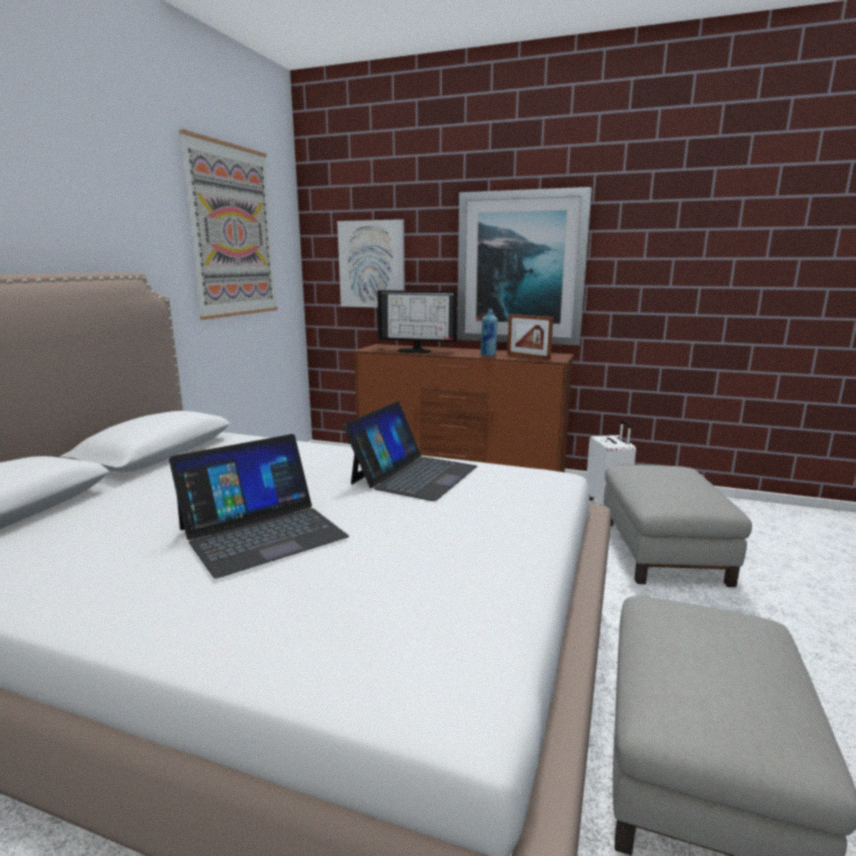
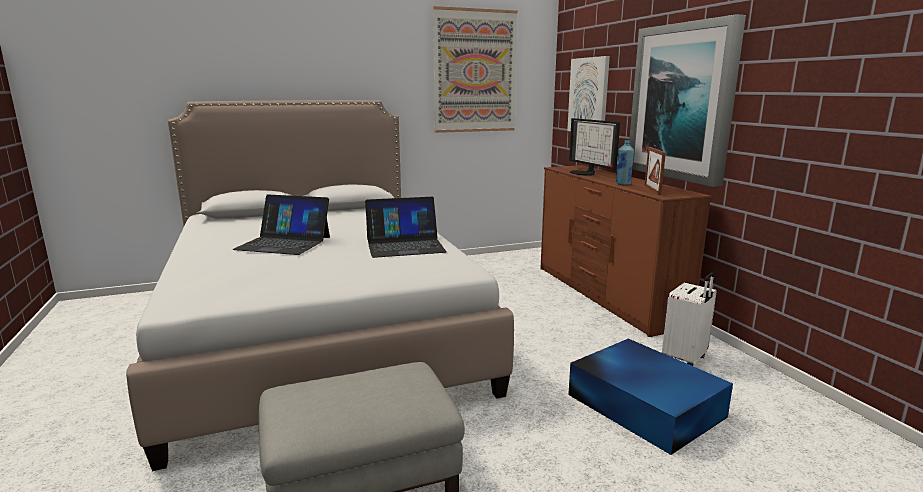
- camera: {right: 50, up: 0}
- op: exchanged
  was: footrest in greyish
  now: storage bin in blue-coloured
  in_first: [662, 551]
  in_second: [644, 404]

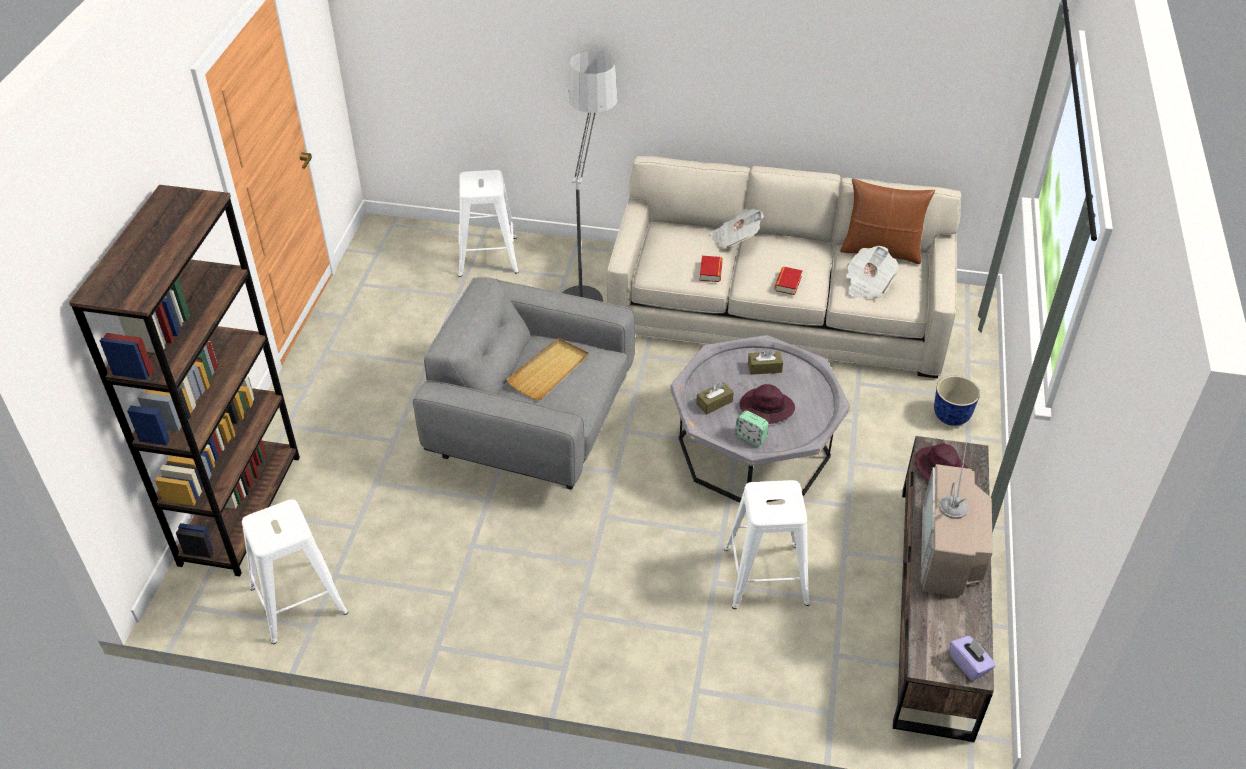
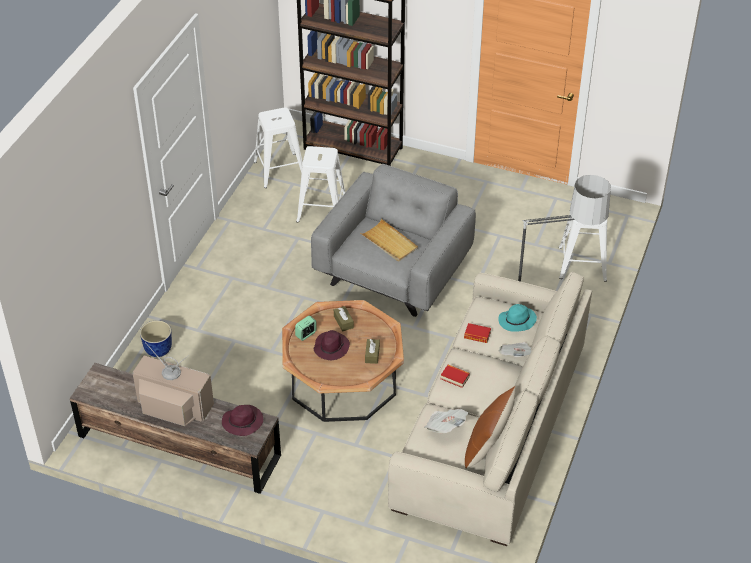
- camera: {right: 100, up: 0}
- op: colour
  was: coffee table in greyish
  now: coffee table in brownish
  in_first: [753, 448]
  in_second: [343, 381]
- op: relocated
  was: sitting stool in whitish
  in_first: [766, 574]
  in_second: [322, 209]
- op: relocated
  was: planter
  in_first: [951, 416]
  in_second: [159, 350]
- op: missing
  was: box of tissues in purple
  in_first: [969, 664]
- op: appeared
  now: wearable hat in turquoise
  in_second: [516, 321]

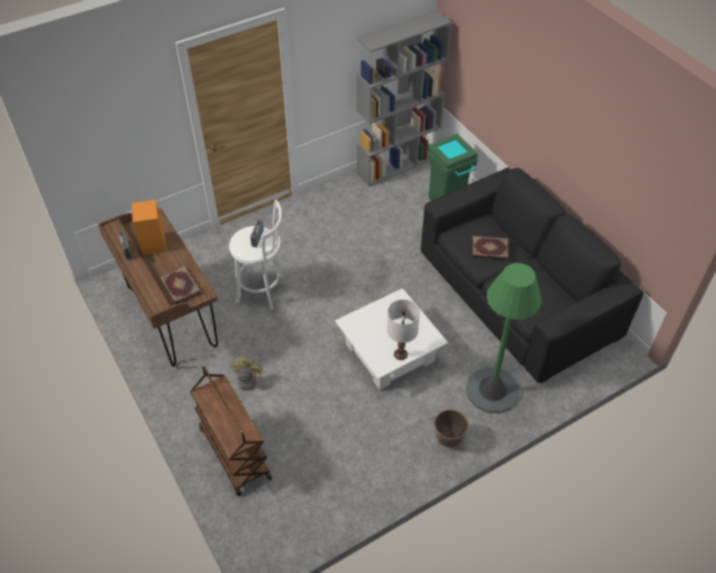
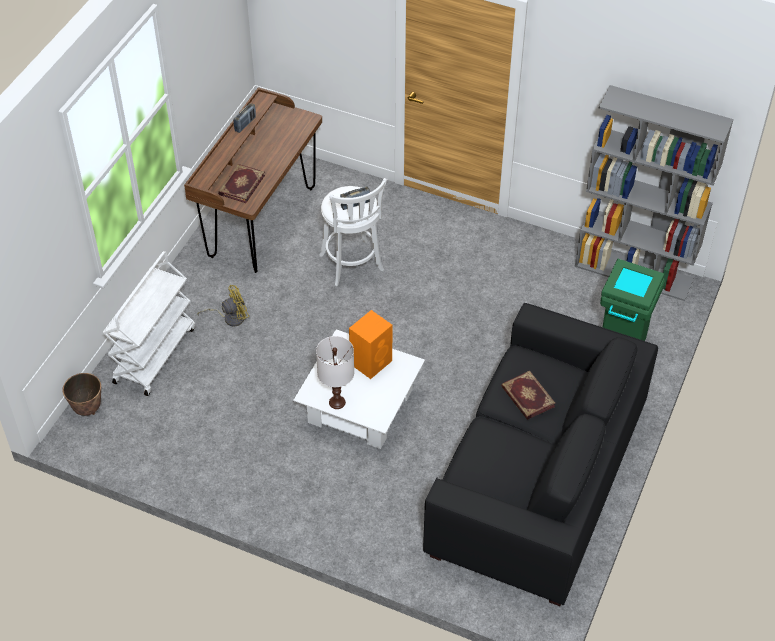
- camera: {right: 55, up: 0}
- op: relocated
  was: audio speaker in orange-coloured
  in_first: [153, 243]
  in_second: [371, 361]
- op: colour
  was: wheeled cart in brownish
  now: wheeled cart in whitish
  in_first: [234, 452]
  in_second: [154, 354]
- op: relocated
  was: planter
  in_first: [448, 439]
  in_second: [87, 409]
- op: missing
  was: floor lamp in green
  in_first: [492, 390]

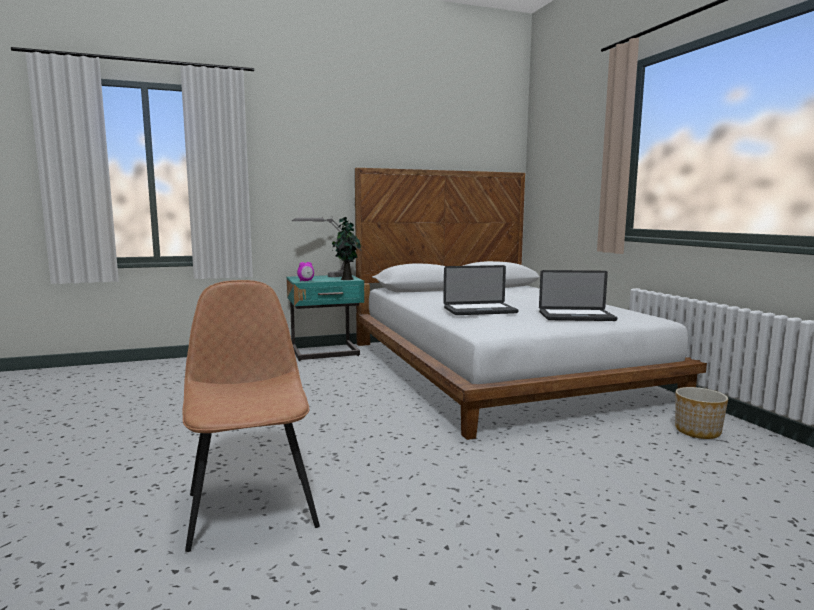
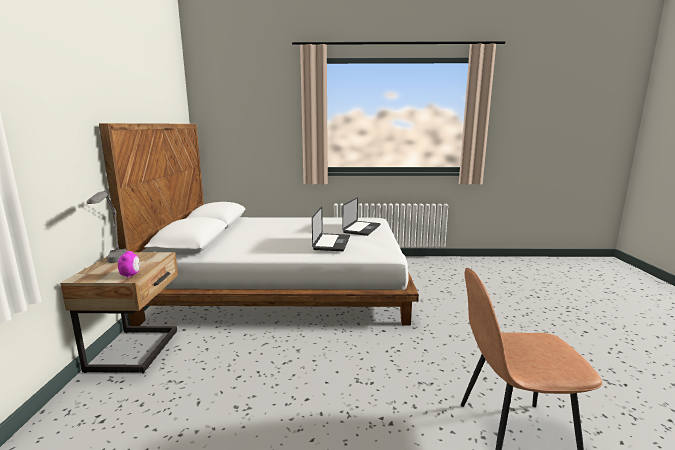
- camera: {right: -70, up: 5}
- op: colour
  was: nightstand in turquoise
  now: nightstand in sand-coloured
  in_first: [326, 353]
  in_second: [137, 350]
- op: missing
  was: plant in a pot
  in_first: [346, 279]
- op: missing
  was: planter
  in_first: [697, 432]

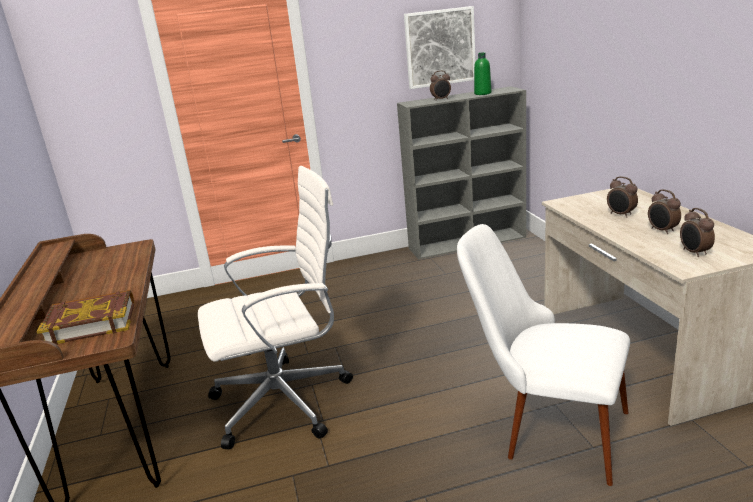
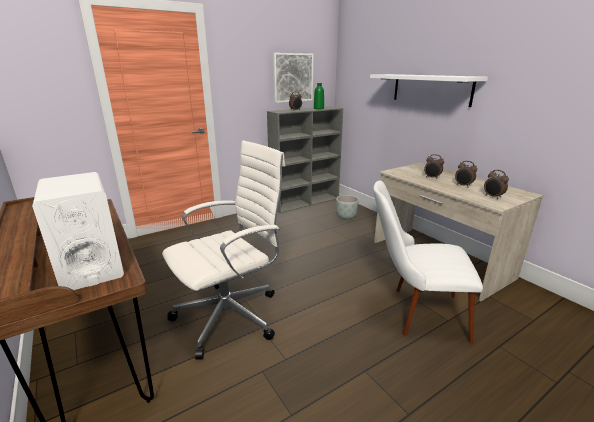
- camera: {right: -20, up: 0}
- op: exchanged
  was: volume
  now: audio speaker in whitish
  in_first: [91, 323]
  in_second: [91, 267]
- op: appeared
  now: planter in greyish
  in_second: [346, 217]
- op: appeared
  now: bracket shelf in whitish
  in_second: [431, 89]

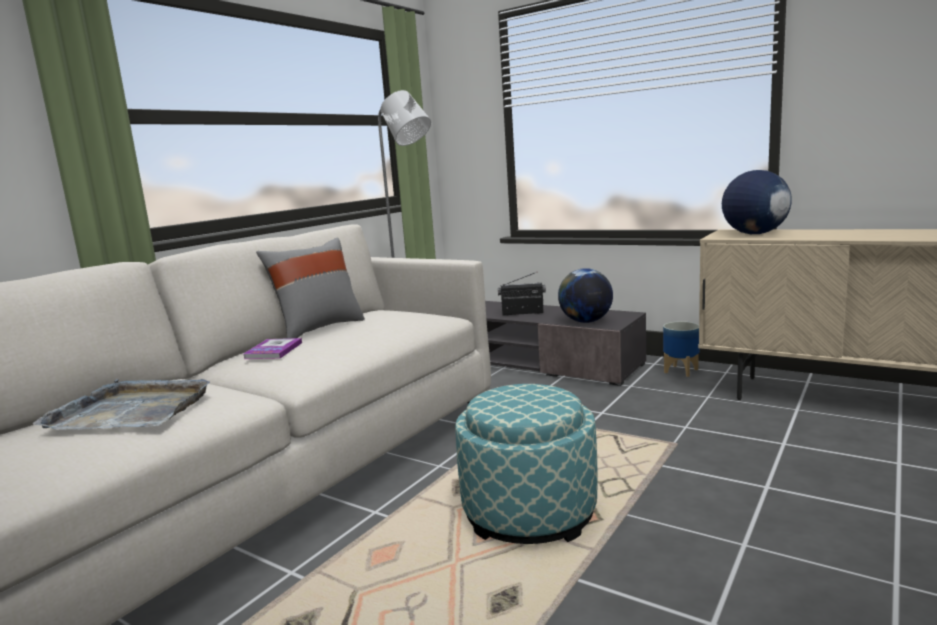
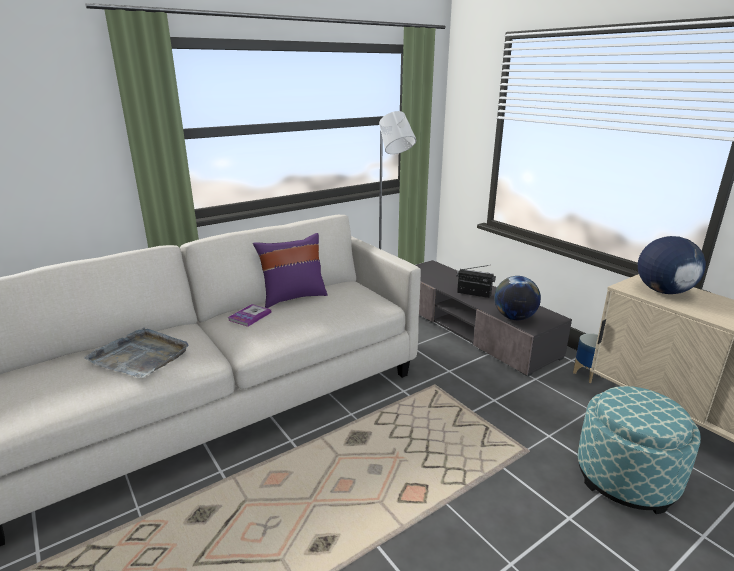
- camera: {right: 20, up: 10}
- op: colour
  was: pillow in greyish
  now: pillow in purple
  in_first: [318, 328]
  in_second: [293, 297]
- op: relocated
  was: footrest
  in_first: [529, 513]
  in_second: [626, 478]

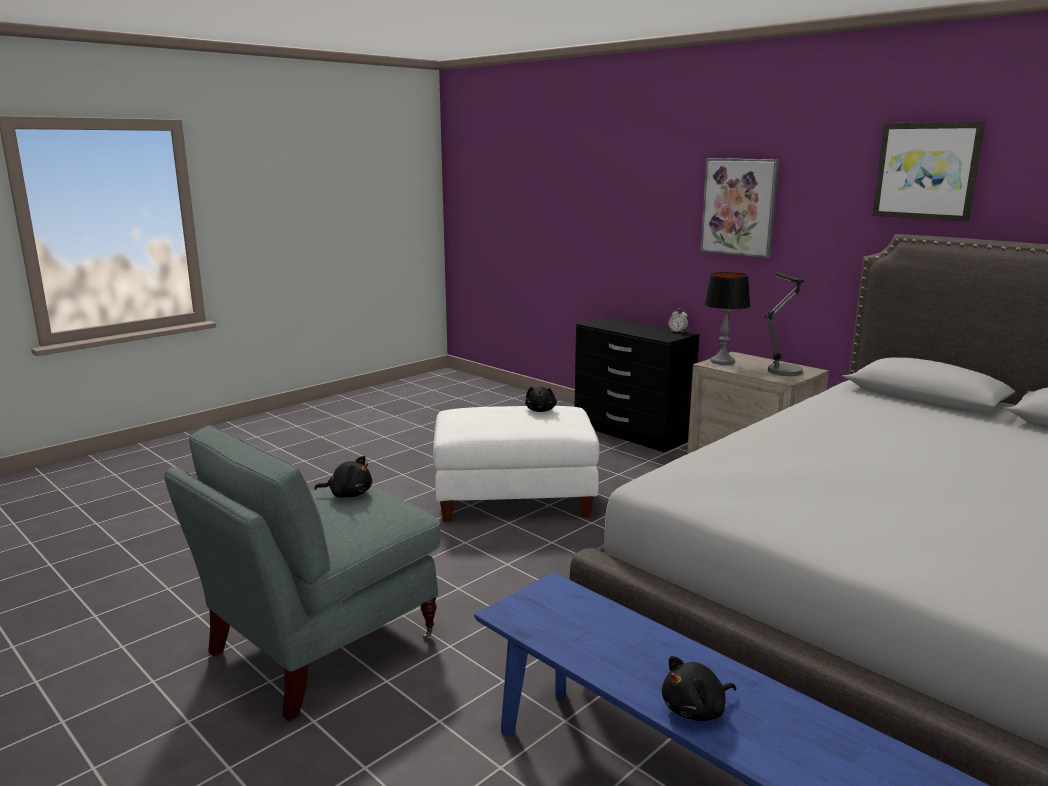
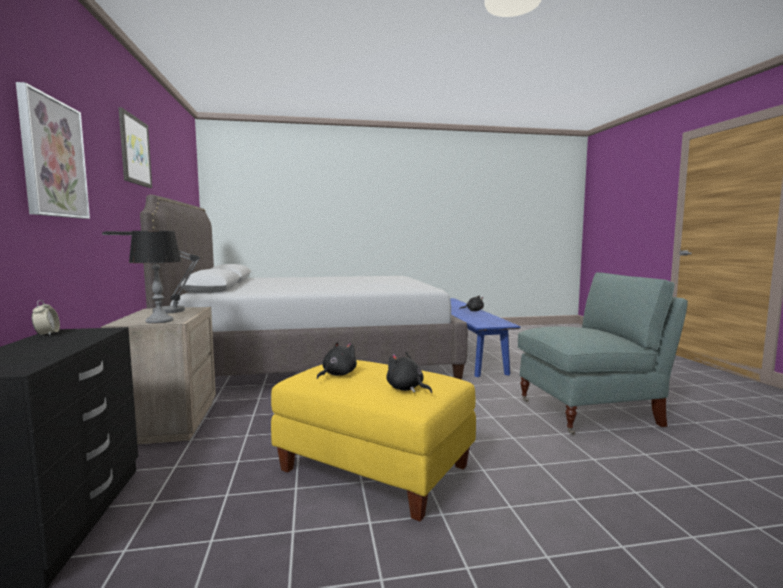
- camera: {right: -145, up: -10}
- op: relocated
  was: soft toy in black-coloured
  in_first: [348, 494]
  in_second: [406, 389]
- op: colour
  was: footrest in whitish
  now: footrest in yellow
  in_first: [515, 498]
  in_second: [373, 468]

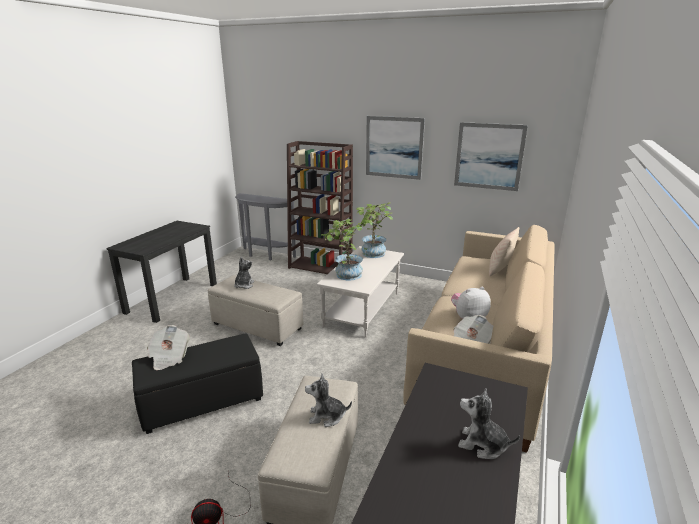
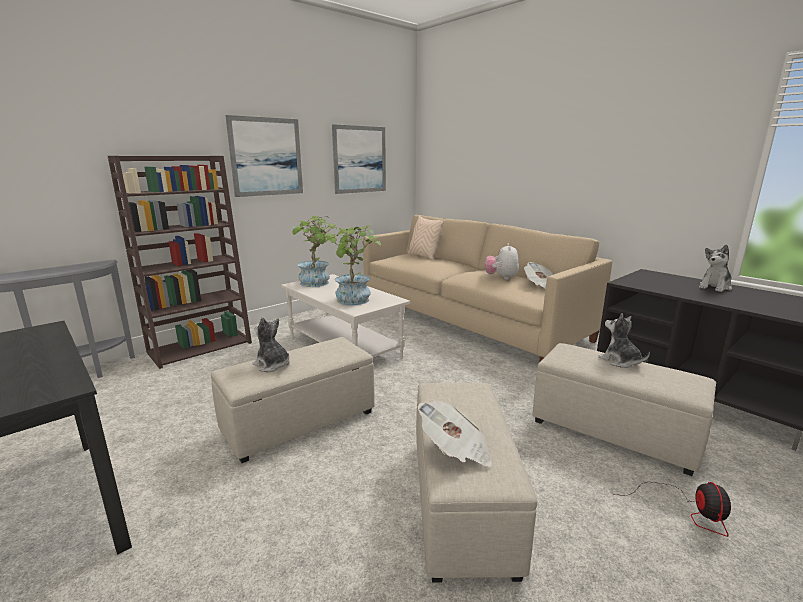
- camera: {right: -65, up: -5}
- op: colour
  was: footrest in black-coloured
  now: footrest in sand-coloured
  in_first: [201, 402]
  in_second: [462, 503]
- op: spun
  was: soft toy
  in_first: [327, 416]
  in_second: [620, 361]
  clockwise: 120

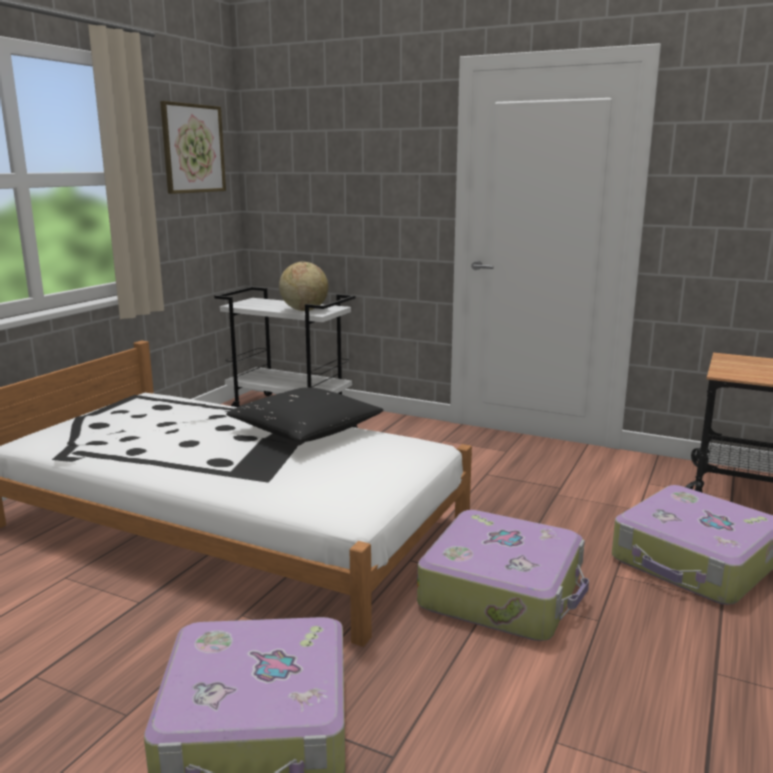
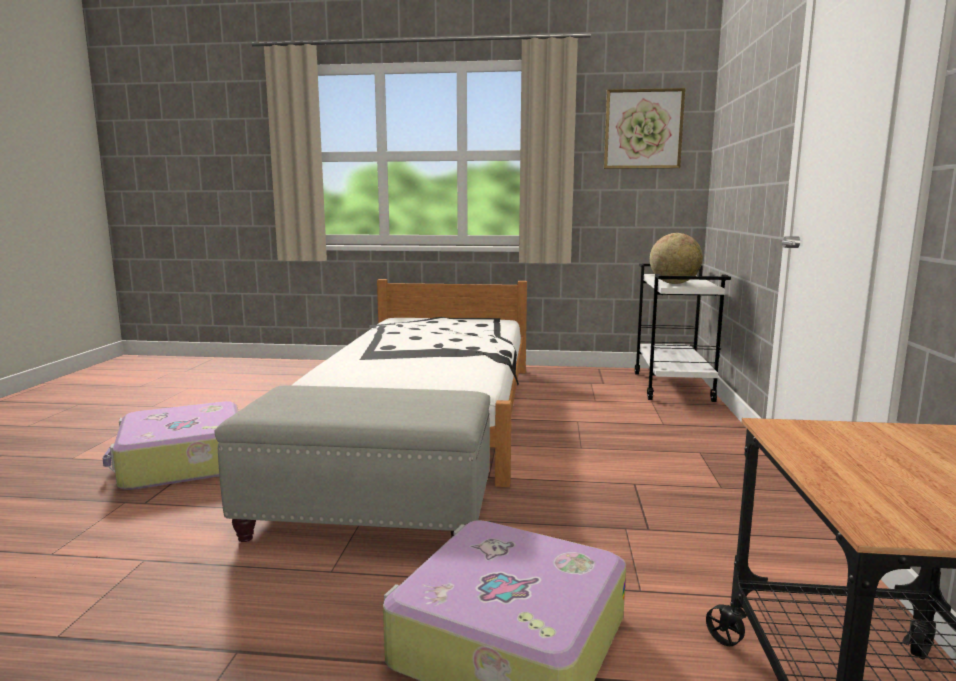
- camera: {right: 70, up: -5}
- op: missing
  was: pillow in black-coloured
  in_first: [305, 430]
- op: exchanged
  was: piece of luggage
  now: footrest in greyish
  in_first: [503, 592]
  in_second: [369, 518]

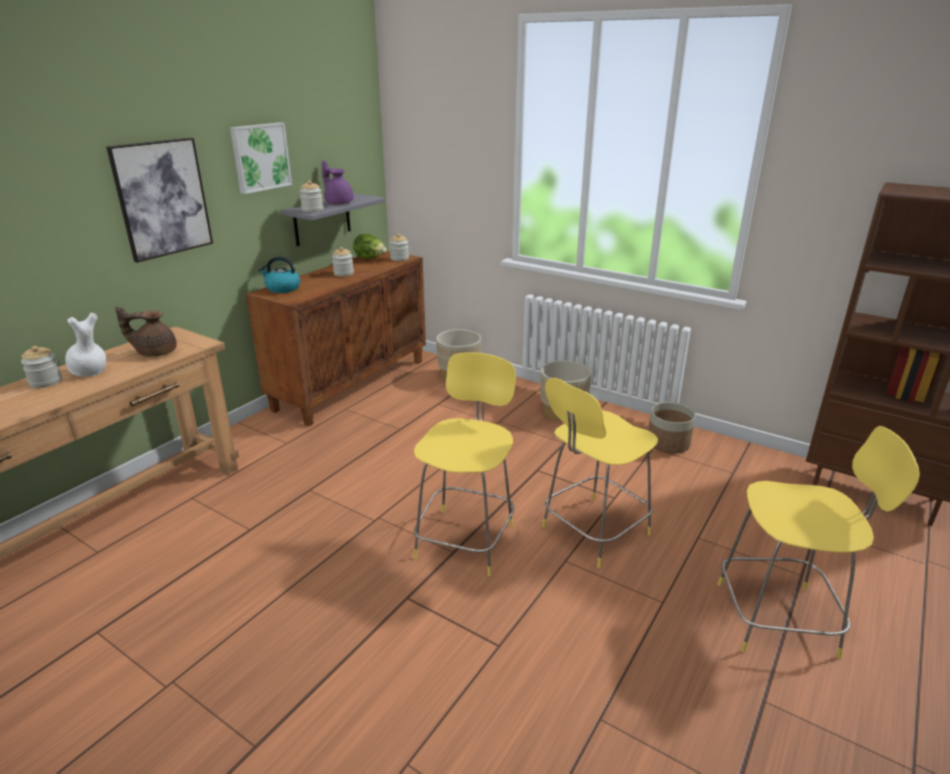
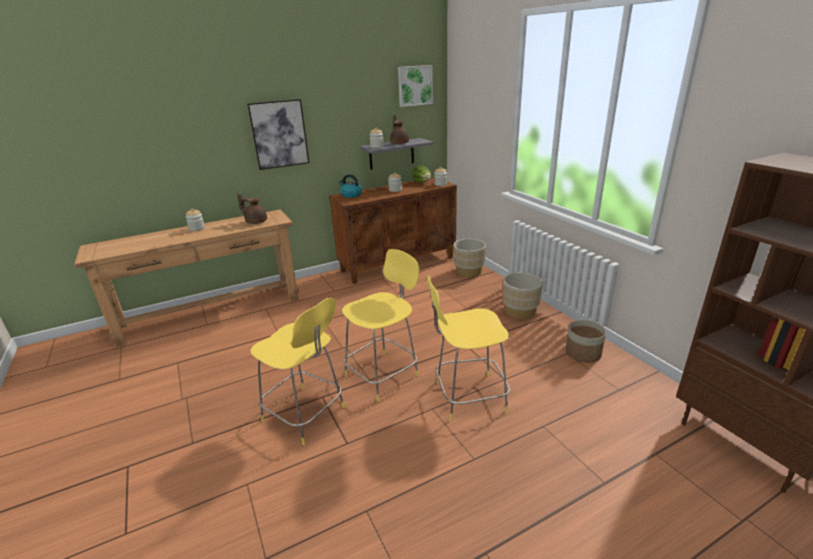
- camera: {right: 30, up: 0}
- op: missing
  was: decorative vase in whitish
  in_first: [90, 373]
- op: relocated
  was: wall art
  in_first: [260, 157]
  in_second: [414, 85]
- op: colour
  was: pot for tea in purple
  now: pot for tea in brownish
  in_first: [338, 202]
  in_second: [399, 143]
- op: relocated
  was: sitting stool in yellow
  in_first: [780, 619]
  in_second: [306, 415]

